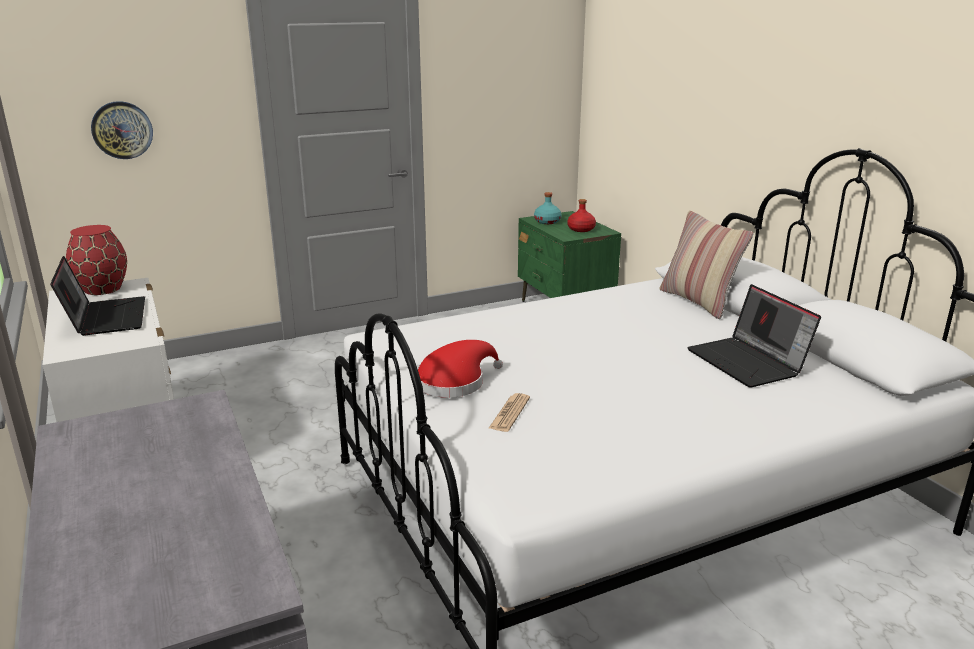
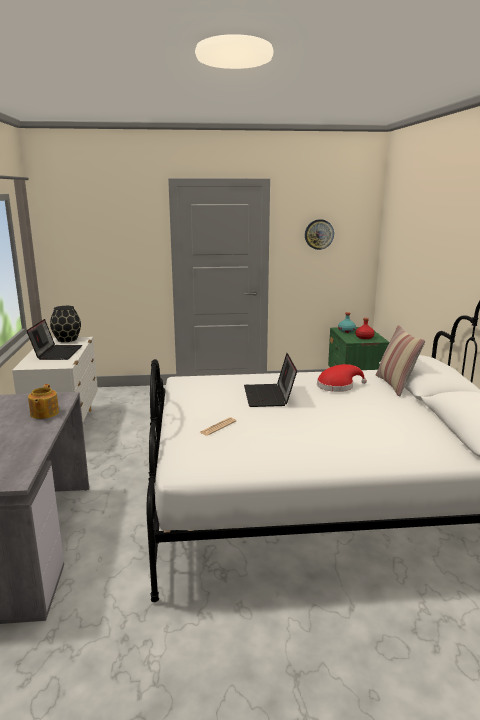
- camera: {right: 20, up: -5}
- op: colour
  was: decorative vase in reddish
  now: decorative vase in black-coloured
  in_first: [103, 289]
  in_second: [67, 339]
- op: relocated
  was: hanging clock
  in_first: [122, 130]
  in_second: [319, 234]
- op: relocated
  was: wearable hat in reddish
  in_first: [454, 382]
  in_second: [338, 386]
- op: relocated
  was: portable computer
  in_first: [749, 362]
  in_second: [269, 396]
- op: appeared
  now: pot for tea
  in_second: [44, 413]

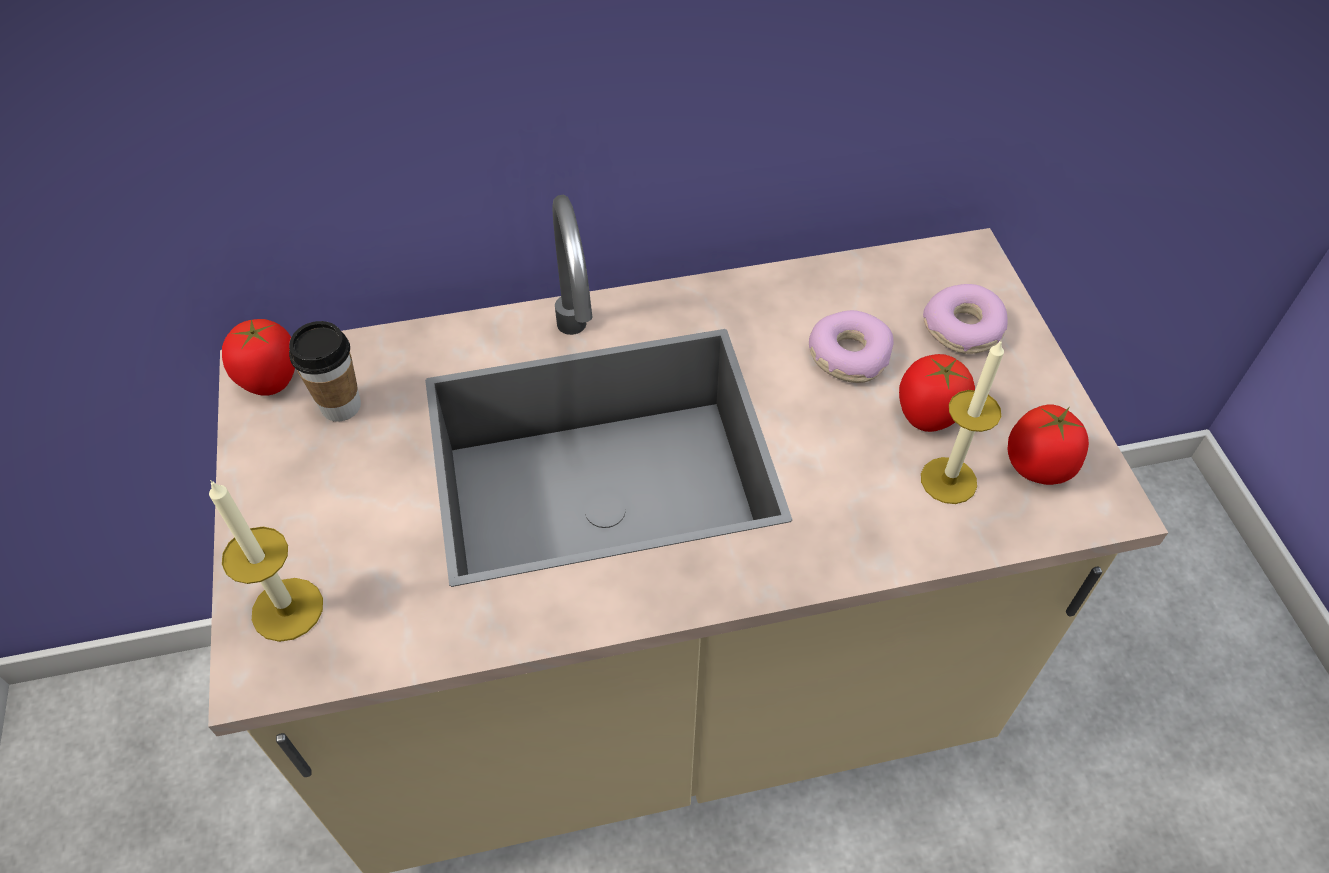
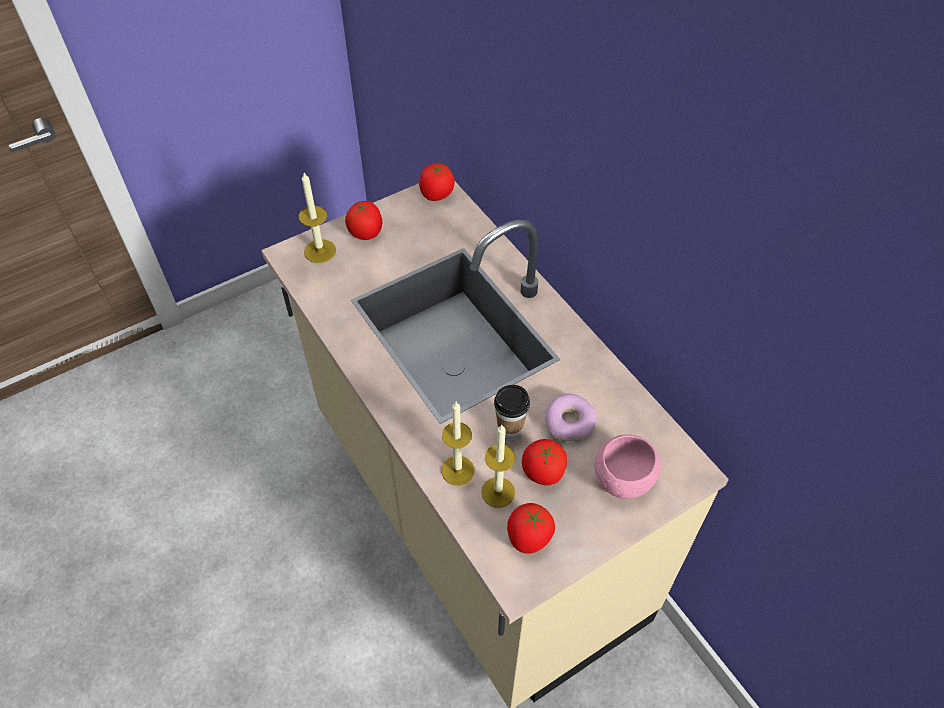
- camera: {right: 70, up: 0}
- op: relocated
  was: cup
  in_first: [341, 406]
  in_second: [510, 430]
- op: exchanged
  was: doughnut
  now: bowl in pink-coloured
  in_first: [963, 329]
  in_second: [623, 479]
- op: appeared
  now: tomato
  in_second: [366, 233]
- op: appeared
  now: wax light
  in_second: [457, 470]

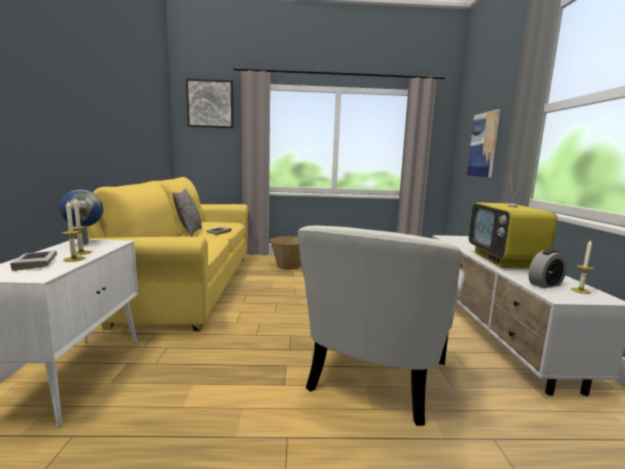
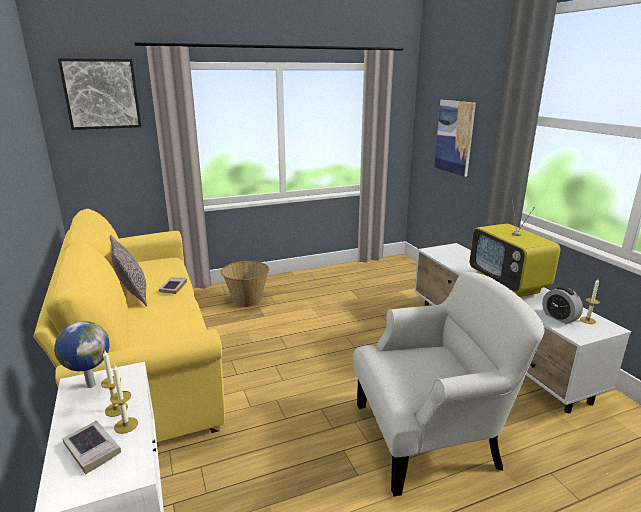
- camera: {right: -20, up: 10}
- op: spun
  was: armchair in whitish
  in_first: [375, 376]
  in_second: [430, 436]
  clockwise: -105
- op: spun
  was: bedside clock
  in_first: [545, 284]
  in_second: [559, 317]
  clockwise: 105

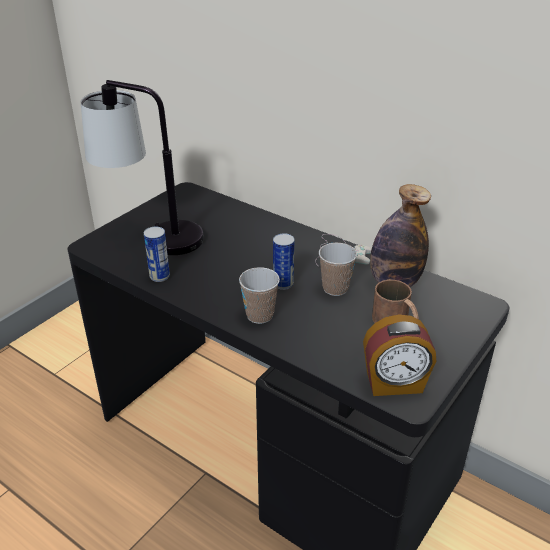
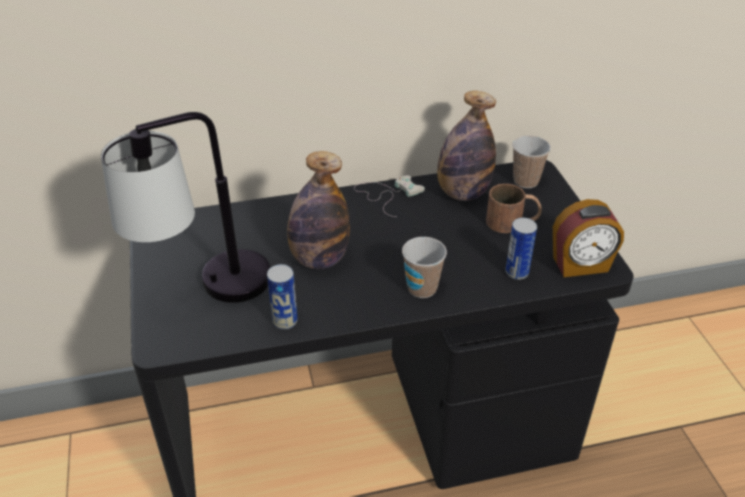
- camera: {right: -50, up: 5}
- op: relocated
  was: metal can
  in_first: [283, 284]
  in_second: [517, 272]
- op: relocated
  was: cup
  in_first: [335, 288]
  in_second: [526, 181]
- op: spun
  was: bedside clock
  in_first: [394, 384]
  in_second: [580, 265]
  clockwise: 45
- op: appeared
  now: beverage bottle
  in_second: [319, 259]

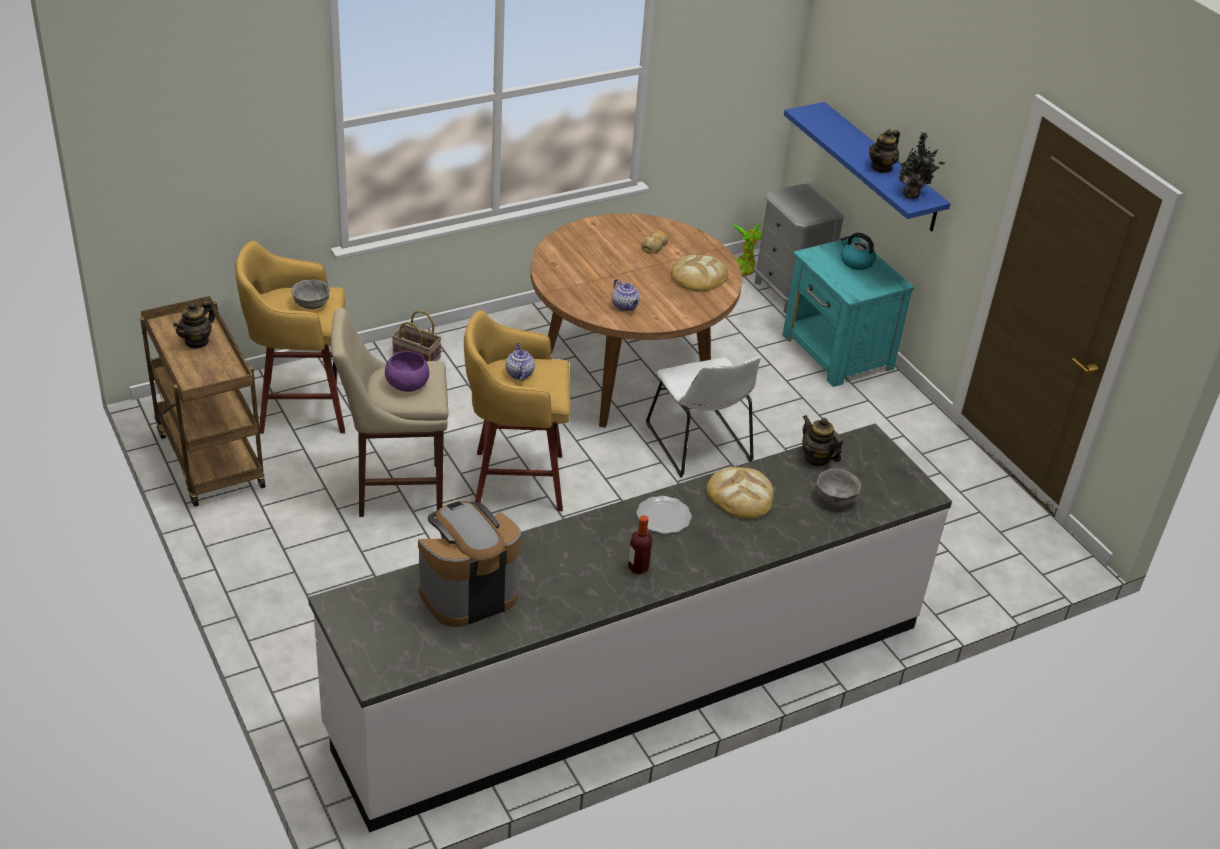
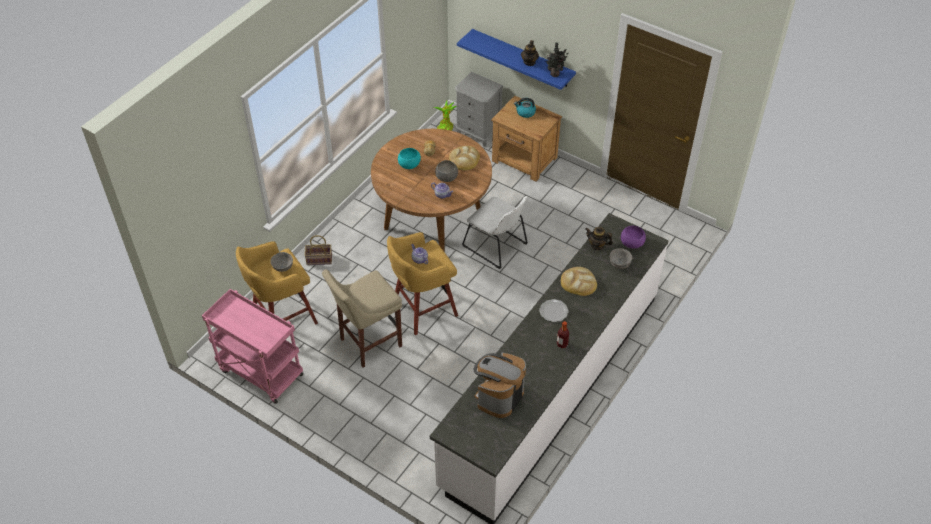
- camera: {right: -25, up: 10}
- op: colour
  was: wheeled cart in brownish
  now: wheeled cart in pink-coloured
  in_first: [208, 459]
  in_second: [259, 372]
- op: missing
  was: pot for tea
  in_first: [197, 341]
- op: relocated
  was: bowl in purple
  in_first: [407, 384]
  in_second: [632, 243]
- op: colour
  was: nightstand in turquoise
  now: nightstand in brownish
  in_first: [837, 353]
  in_second: [525, 160]
- op: appeared
  now: bowl in turquoise
  in_second: [409, 164]
- op: appeared
  now: bowl in greyish
  in_second: [446, 177]

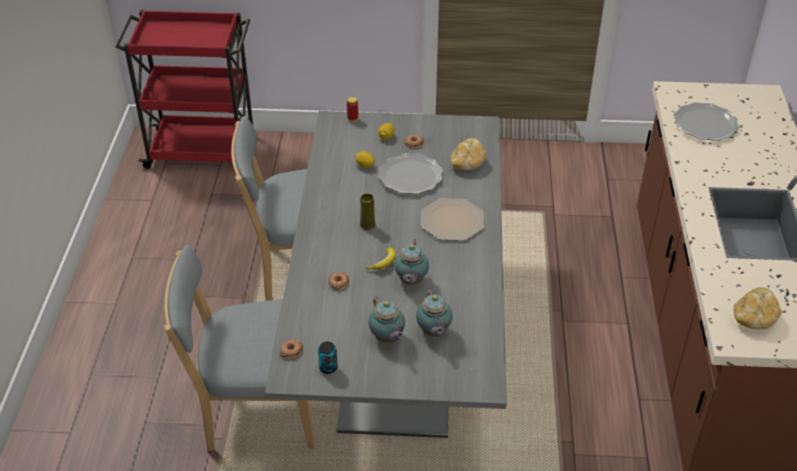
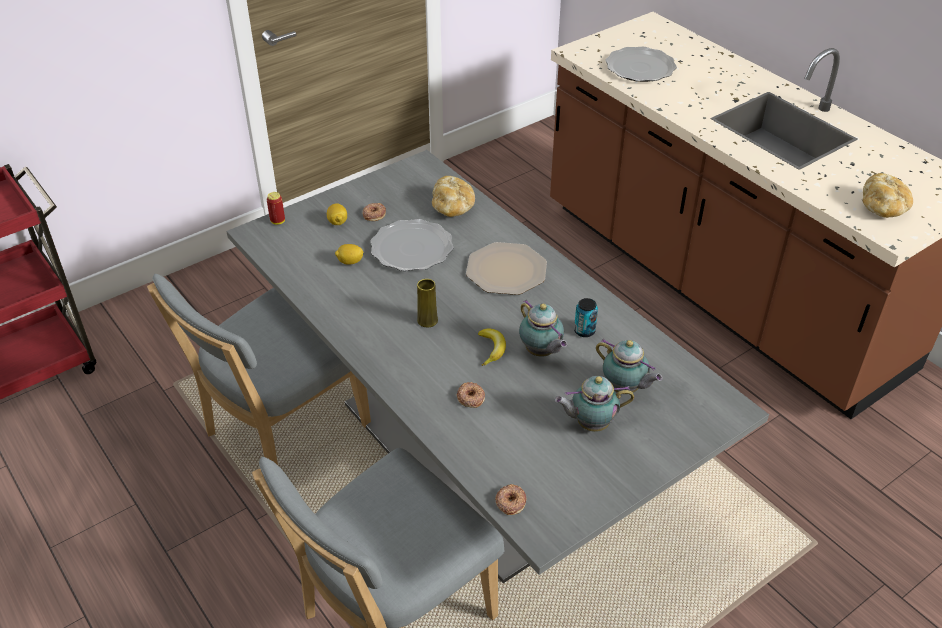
- camera: {right: -40, up: 0}
- op: relocated
  was: metal can
  in_first: [328, 368]
  in_second: [584, 331]
- op: spun
  was: pot for tea
  in_first: [387, 339]
  in_second: [590, 424]
  clockwise: 150

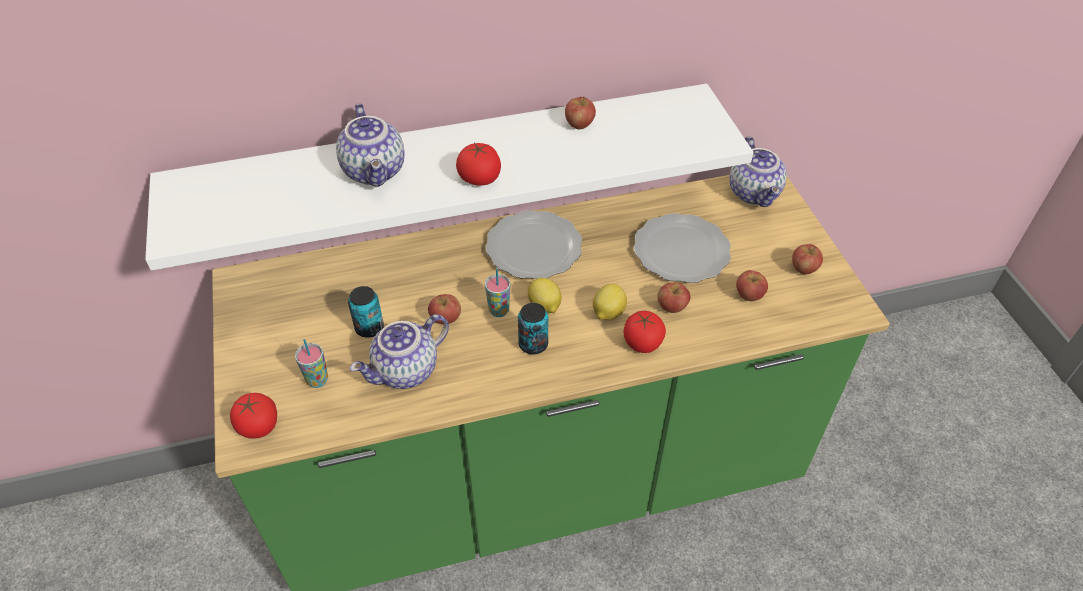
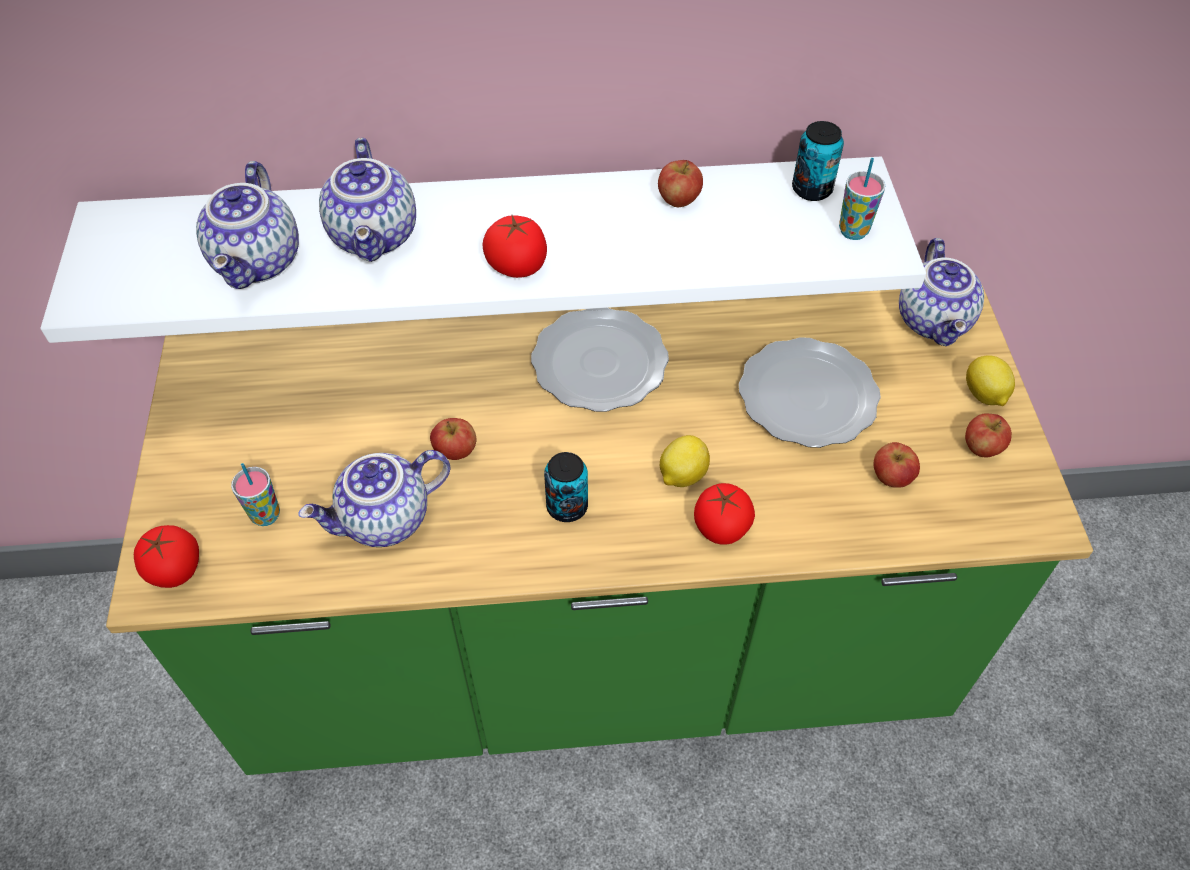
- camera: {right: 10, up: 5}
- op: relocated
  was: metal can
  in_first: [369, 328]
  in_second: [812, 189]
- op: relocated
  was: cup
  in_first: [499, 310]
  in_second: [853, 231]
- op: relocated
  was: lemon
  in_first: [544, 307]
  in_second: [984, 395]
- op: missing
  was: apple fruit
  in_first: [671, 307]
- op: appeared
  now: pot for tea
  in_second: [260, 262]

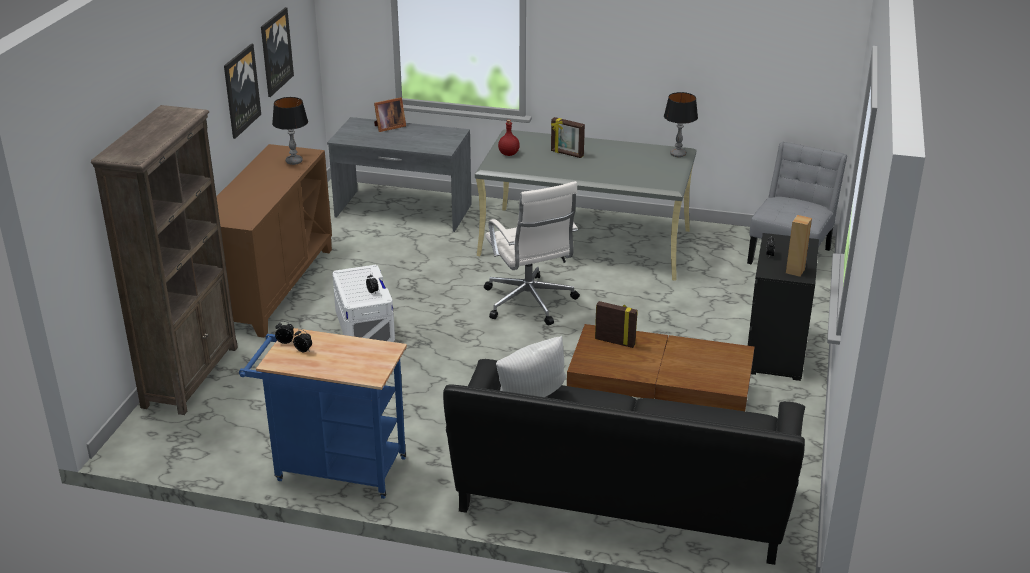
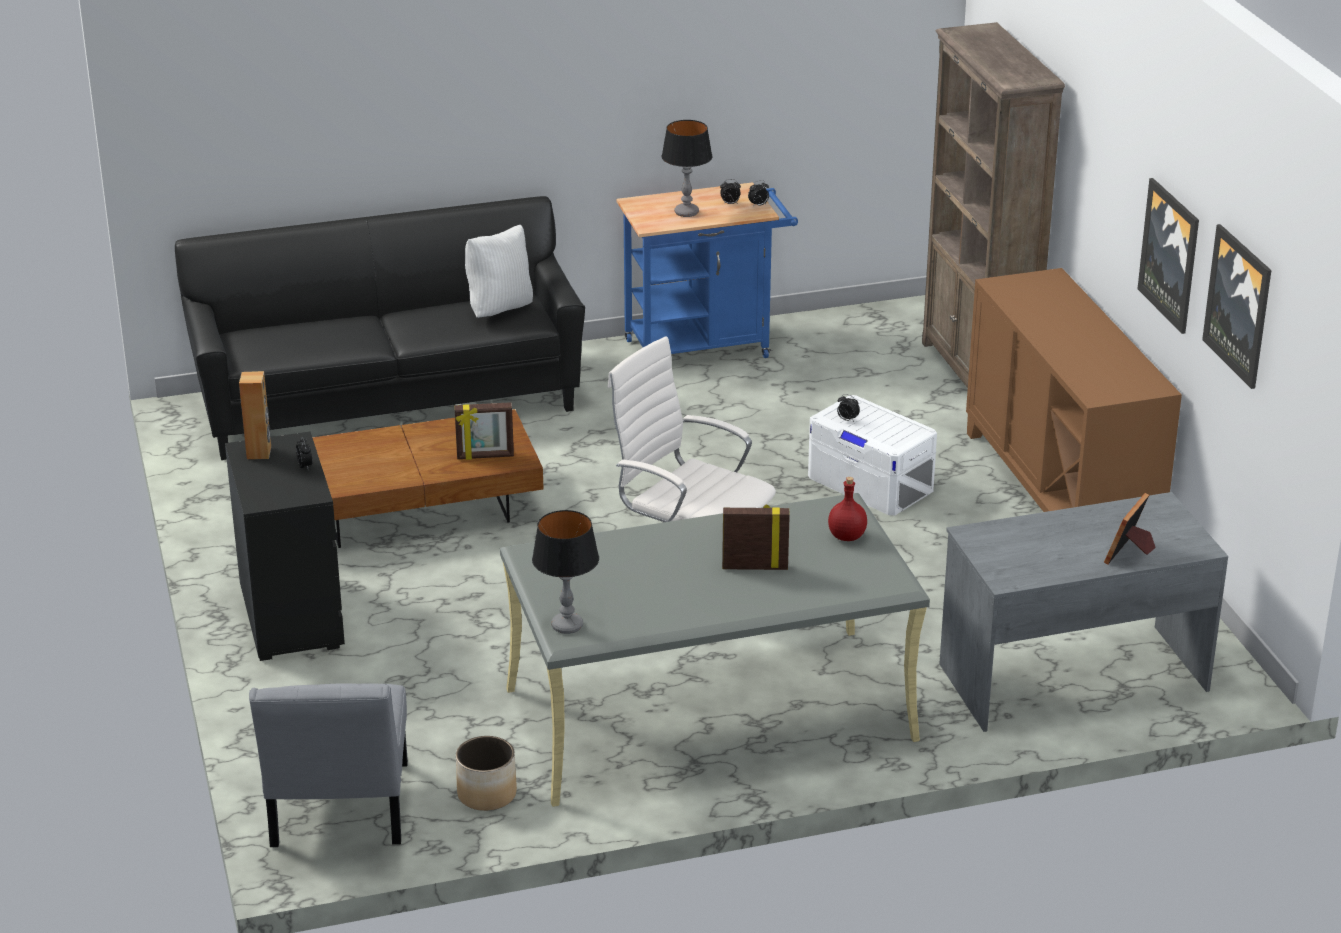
- camera: {right: 150, up: 0}
- op: relocated
  was: lamp for a table
  in_first: [294, 161]
  in_second: [686, 212]
- op: appeared
  now: planter
  in_second: [487, 795]

